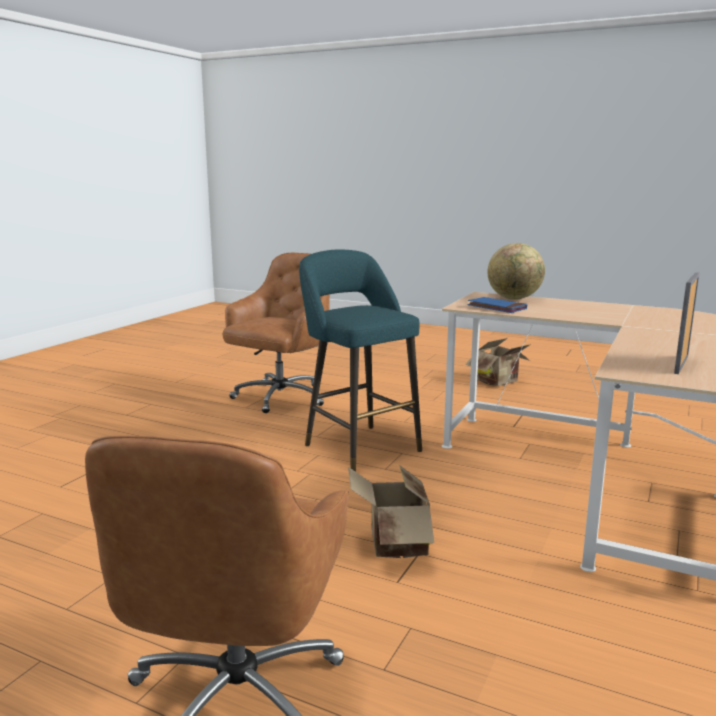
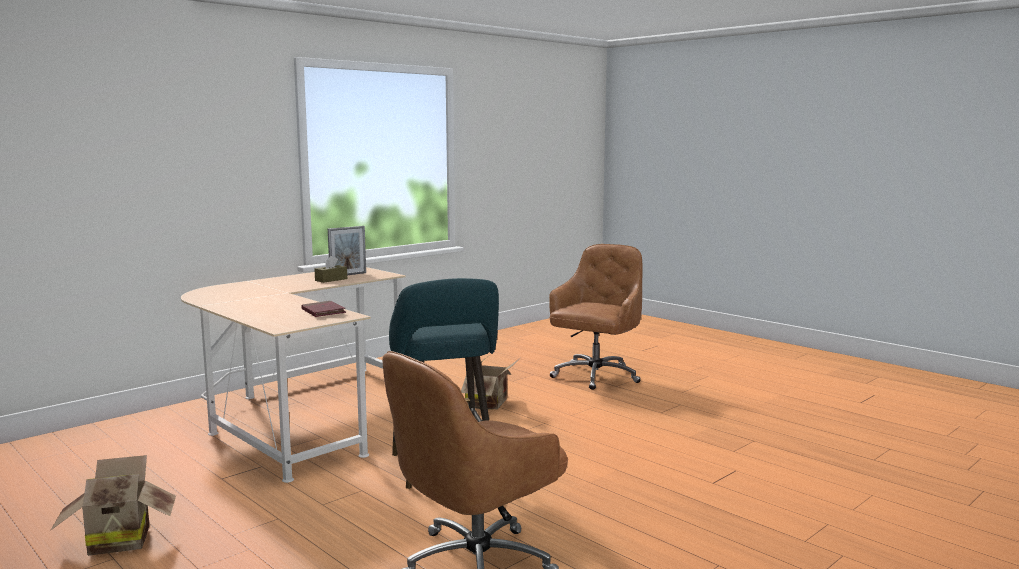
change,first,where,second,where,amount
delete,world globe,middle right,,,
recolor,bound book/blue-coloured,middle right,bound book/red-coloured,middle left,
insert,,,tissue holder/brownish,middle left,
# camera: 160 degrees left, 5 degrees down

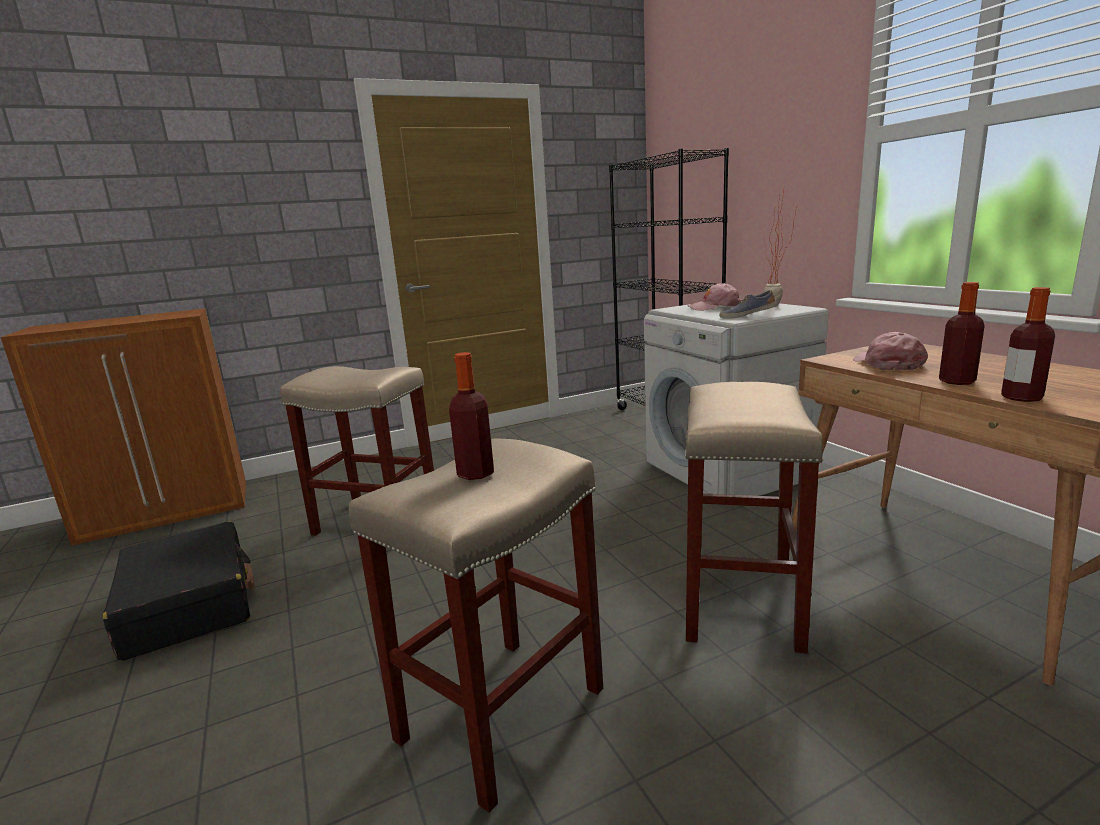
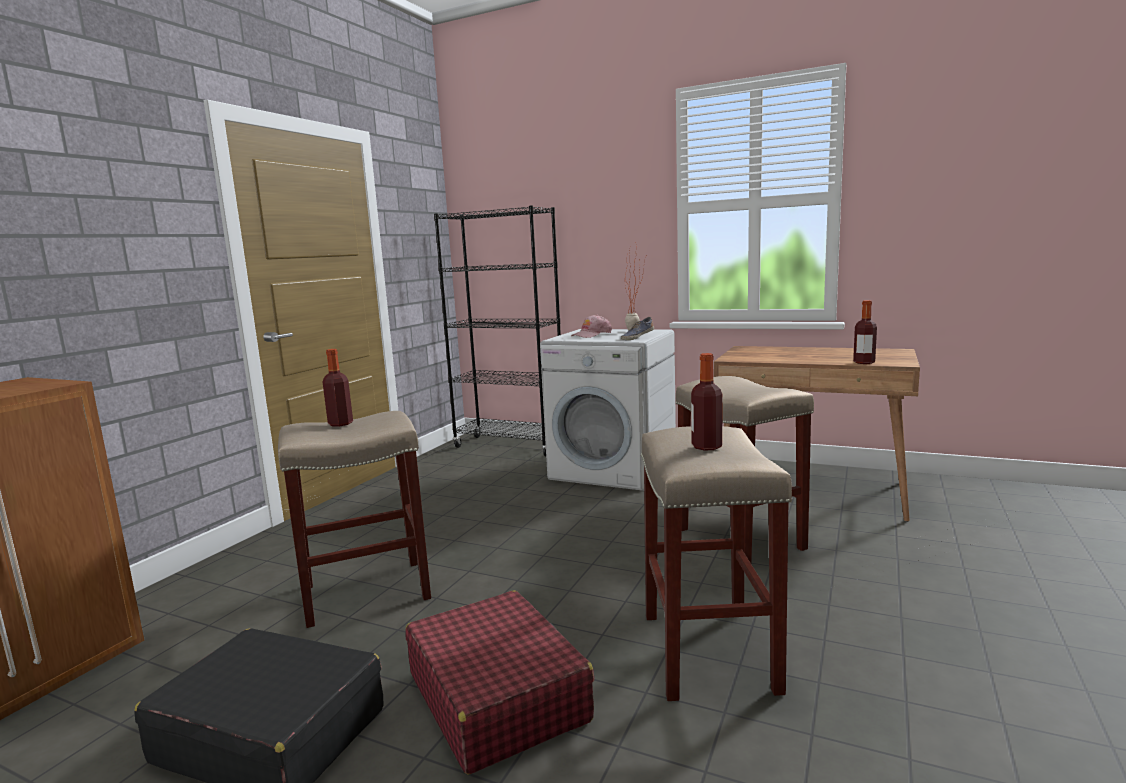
change,first,where,second,where,amount
move,drink bottle (2nd from left in the first image),middle right,drink bottle (1st from left),middle left,
delete,baseball cap/pink-coloured (2nd from left),middle right,,,
insert,,,suitcase/red-coloured,bottom centre,
# camera: 40 degrees left, 5 degrees down

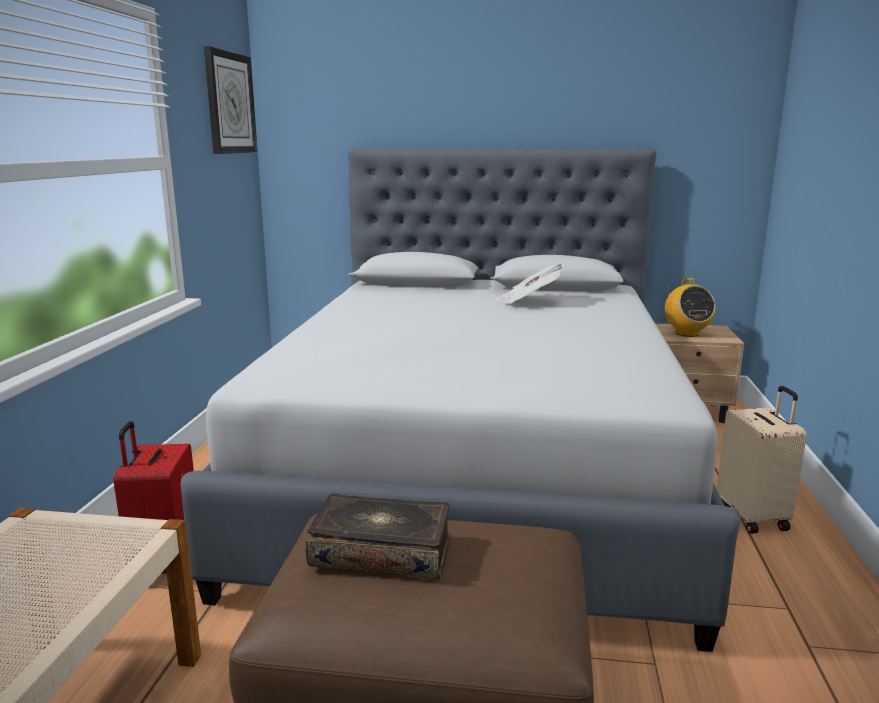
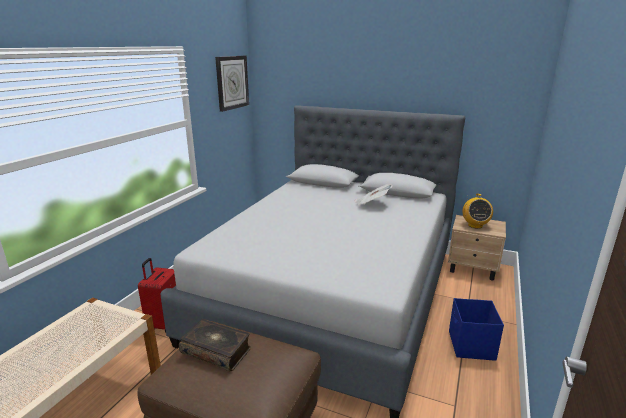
change,first,where,second,where,amount
replace,suitcase/beige-coloured,middle right,storage bin/blue-coloured,bottom right,
# camera: 15 degrees right, 5 degrees up

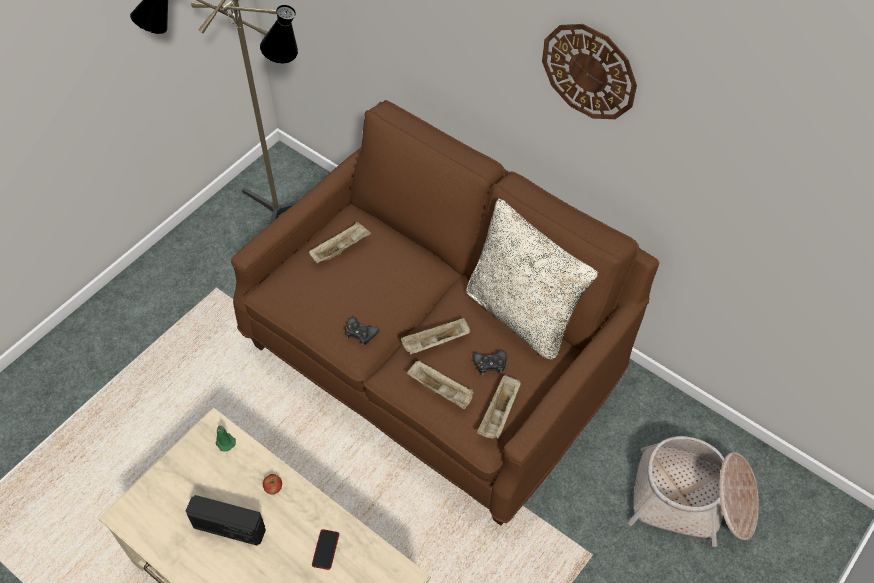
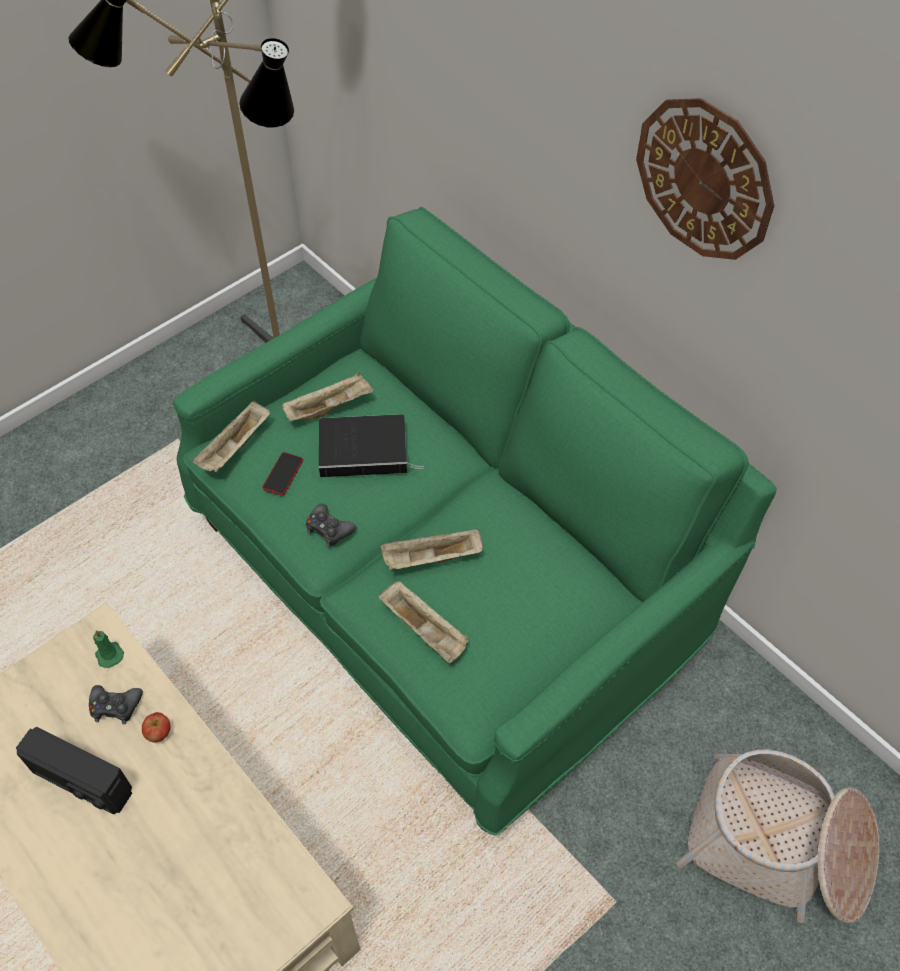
change,first,where,second,where,amount
recolor,sofa/brownish,centre,sofa/green,centre,
delete,throw pillow/beige-coloured,centre,,,
move,gamepad/black-coloured (2nd from left in the first image),centre,gamepad/black-coloured (1st from left),bottom left,
move,carrying tray/beige-coloured (4th from left in the first image),bottom centre,carrying tray/beige-coloured (1st from left),middle left,
move,telephone,bottom centre,,middle left,
insert,,,bound book,centre,
# camera: 10 degrees right, 0 degrees up

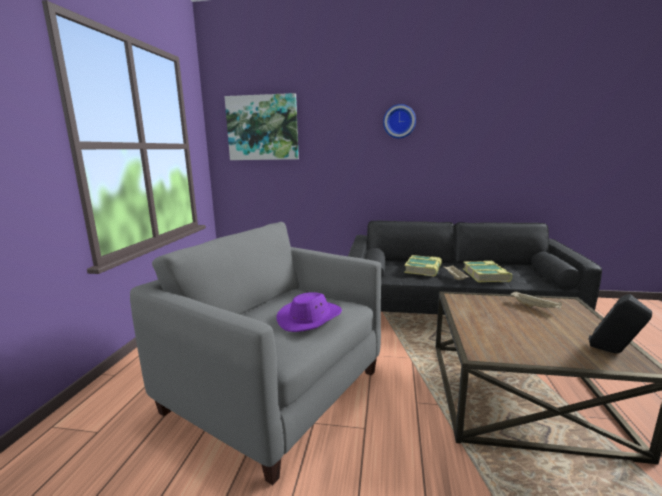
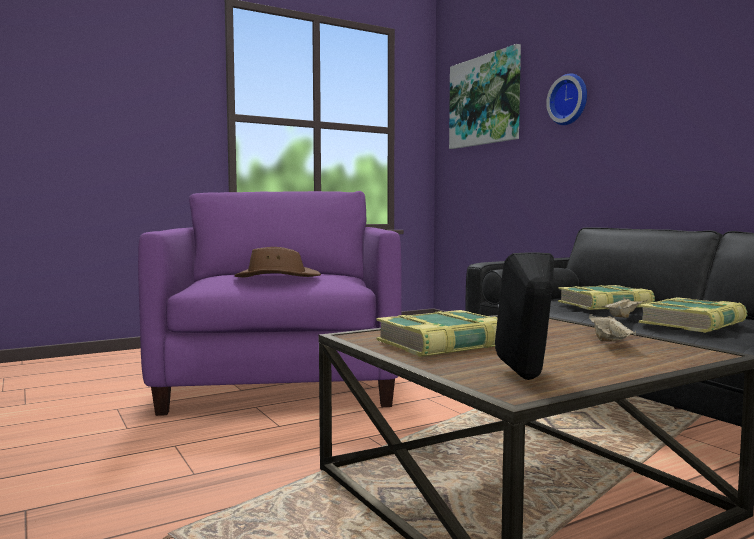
change,first,where,second,where,amount
move,wall clock,top centre,,top right,
recolor,armchair/greyish,bottom centre,armchair/purple-coloured,centre,
recolor,wearable hat/purple-coloured,centre,wearable hat/brownish,centre,
insert,,,bound book (1st from left),centre,
# camera: 50 degrees right, 10 degrees down

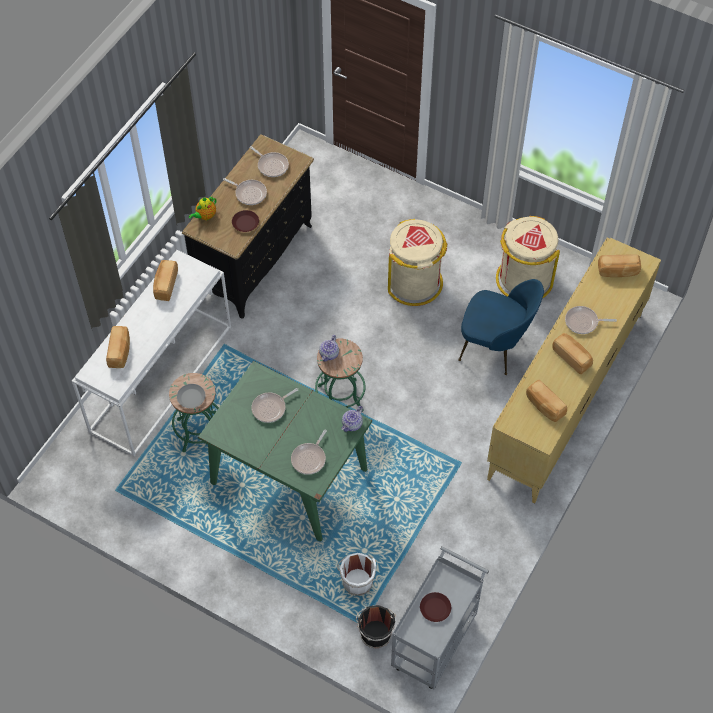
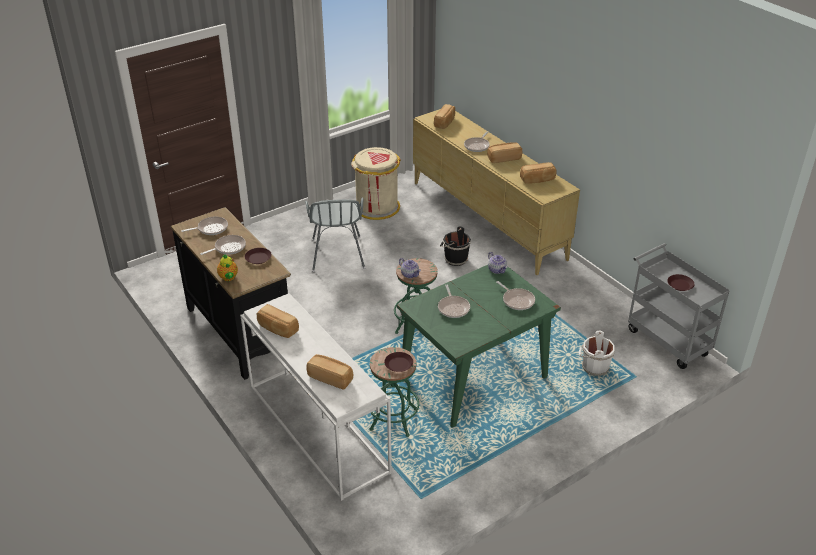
change,first,where,second,where,amount
replace,rubbish bin/beige-coloured (1st from left),centre,upright chair/greyish,centre,
delete,upright chair/blue-coloured,middle right,,,
recolor,plate/greyish,middle left,plate/brownish (2nd from left),centre,
move,water bucket/black-coloured,bottom centre,,centre,
# camera: 65 degrees left, 20 degrees down

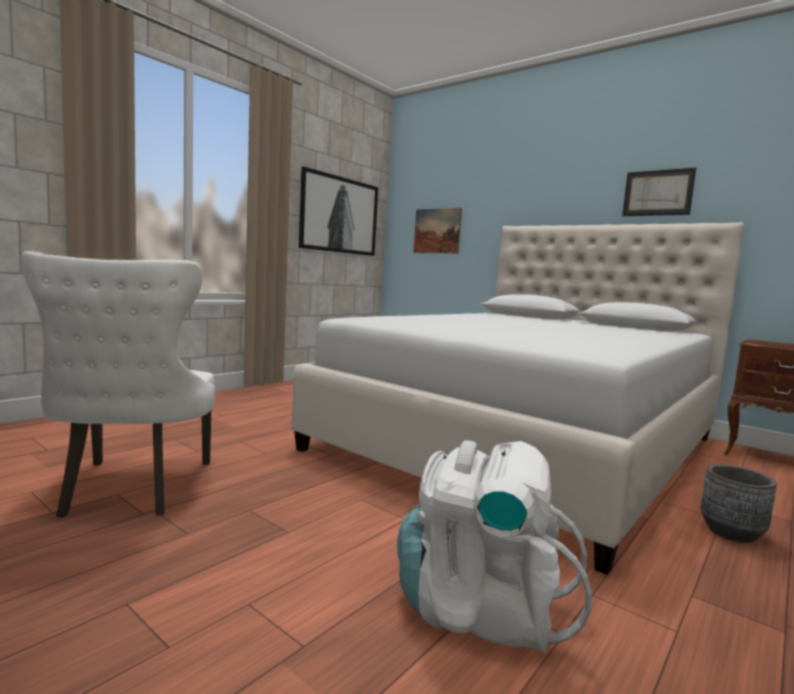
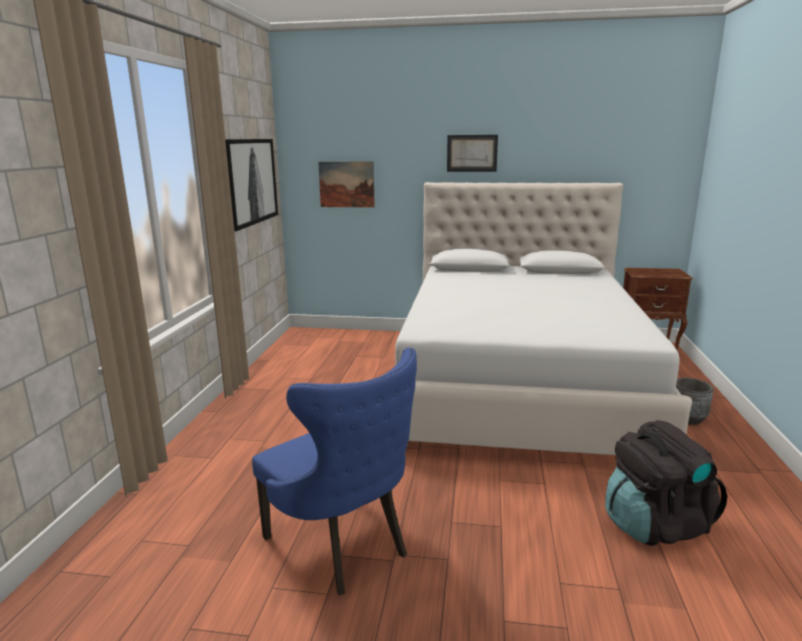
change,first,where,second,where,amount
move,picture (3rd from left),top right,,top centre,
recolor,upright chair/white,middle left,upright chair/blue-coloured,bottom centre,
recolor,rucksack/white,bottom centre,rucksack/black-coloured,bottom right,
# camera: 30 degrees left, 10 degrees up

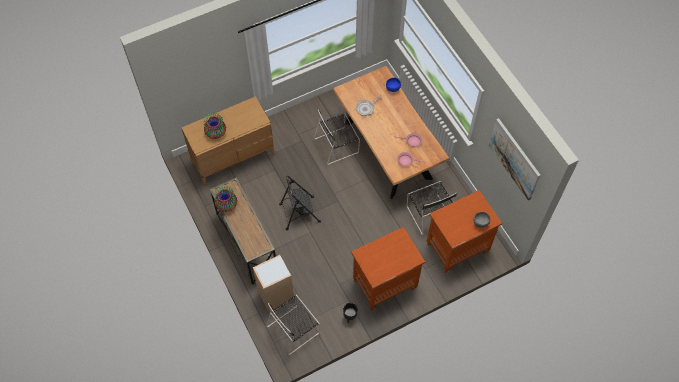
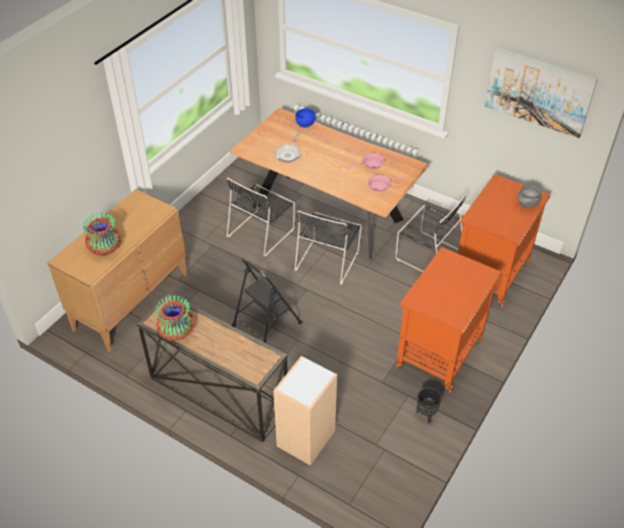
change,first,where,second,where,amount
move,upright chair/black-coloured (1st from left in the first image),bottom centre,upright chair/black-coloured (2nd from left),centre,
# camera: 30 degrees left, 15 degrees down

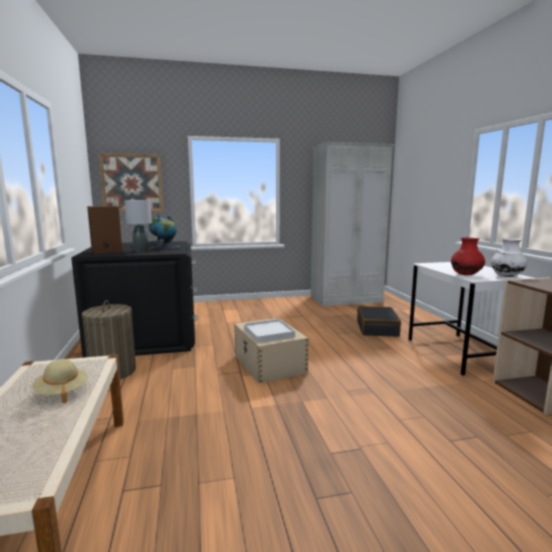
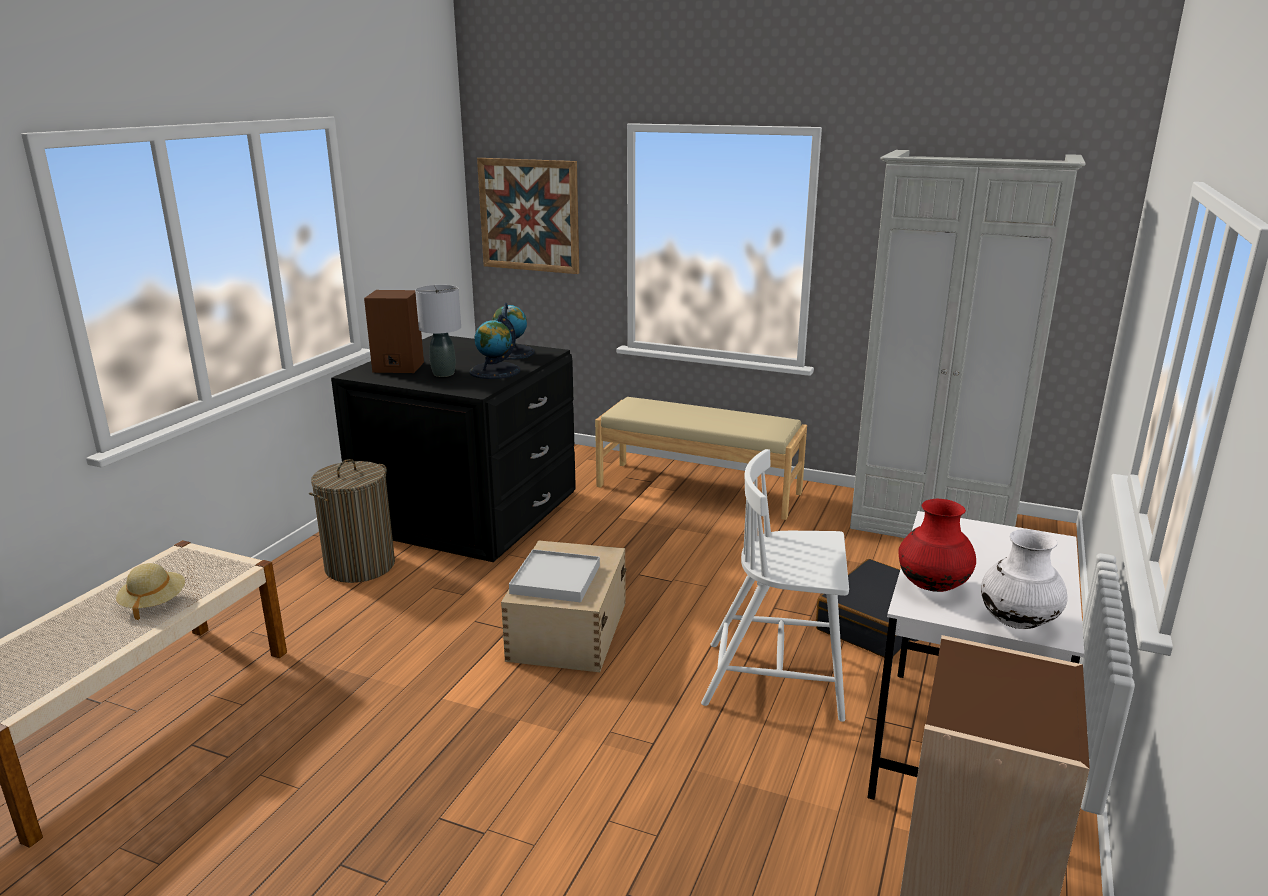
change,first,where,second,where,amount
insert,,,bench/beige-coloured (2nd from left),centre,
insert,,,upright chair/white,centre,
# camera: 35 degrees right, 10 degrees up

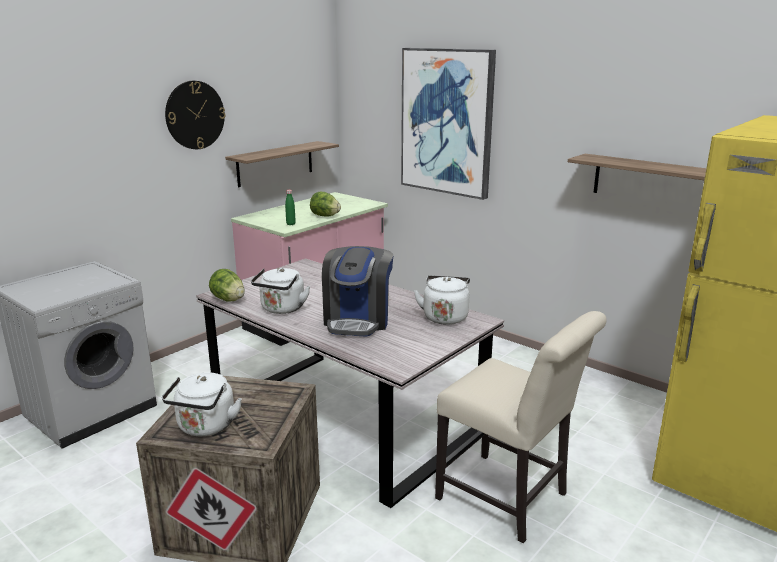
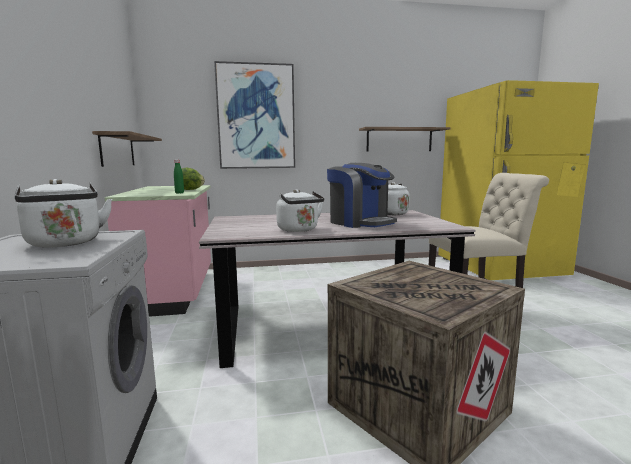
change,first,where,second,where,amount
delete,wall clock,top left,,,
delete,lettuce (1st from left),middle left,,,
move,kettle/white (1st from left),bottom left,,middle left,
# camera: 50 degrees left, 10 degrees down

